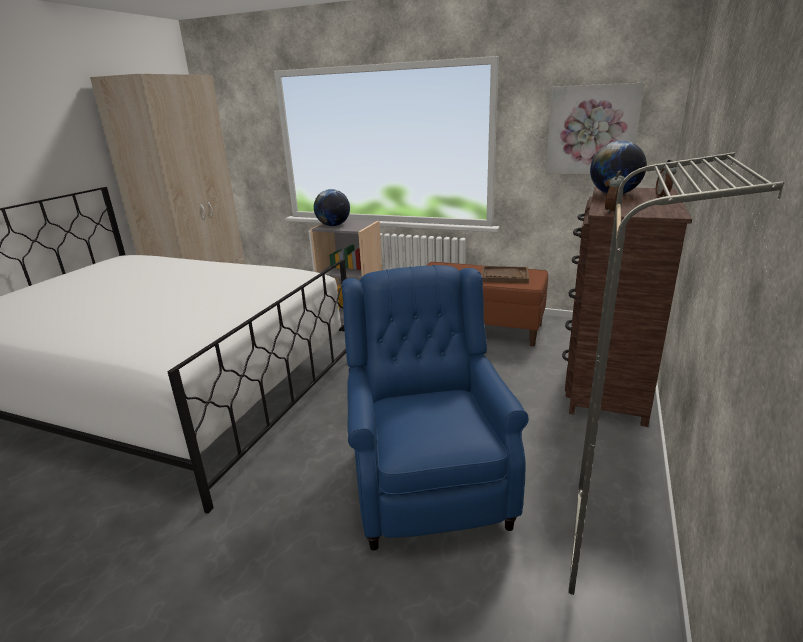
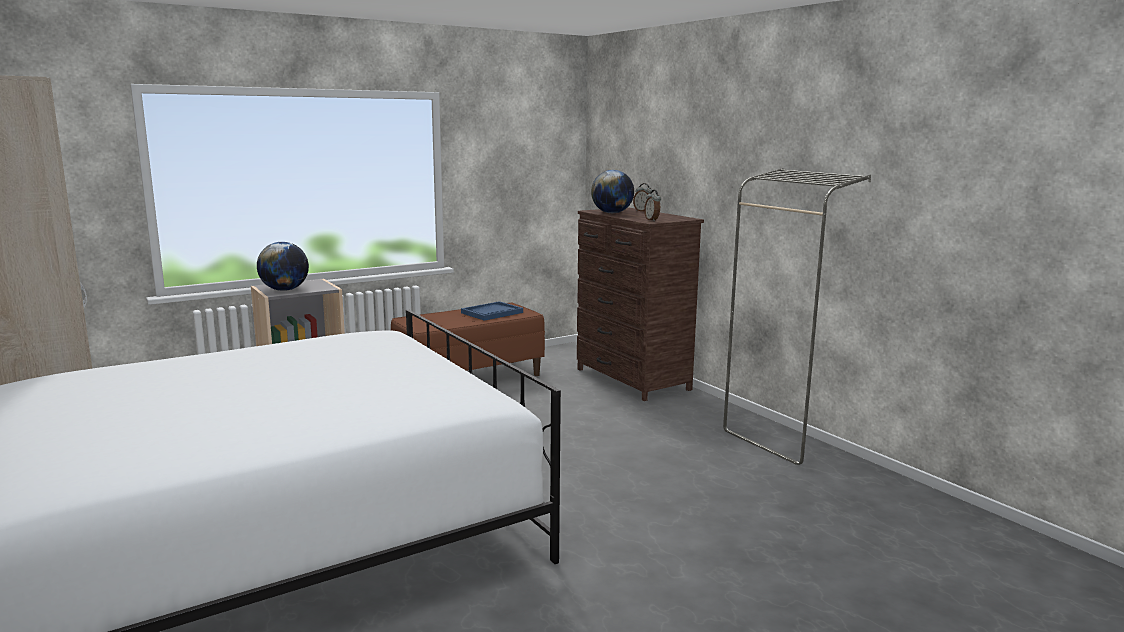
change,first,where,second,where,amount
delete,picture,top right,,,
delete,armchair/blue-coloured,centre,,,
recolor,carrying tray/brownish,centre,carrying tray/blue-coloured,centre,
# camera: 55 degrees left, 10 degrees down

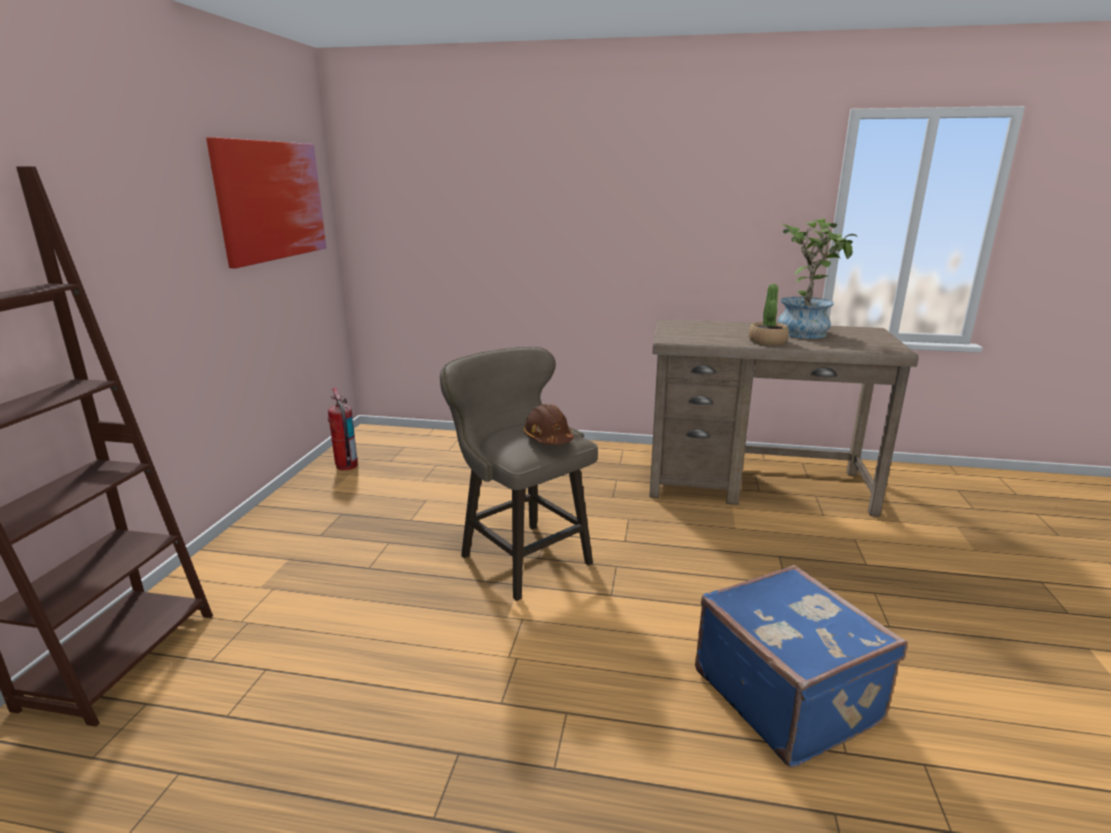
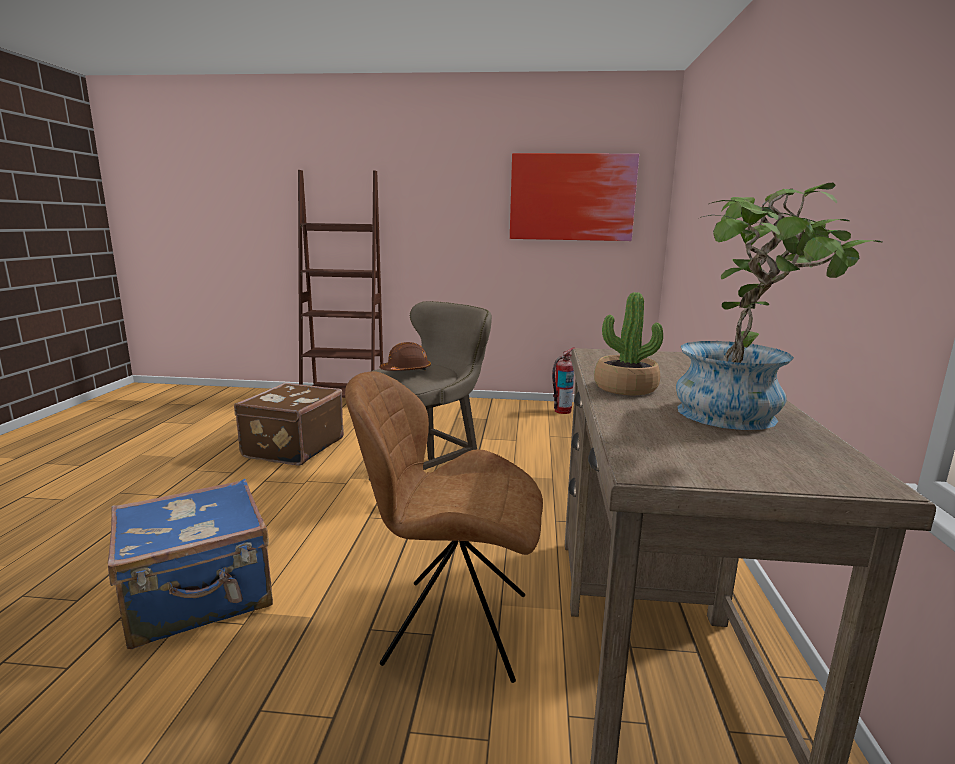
change,first,where,second,where,amount
insert,,,upright chair/brownish,bottom centre,
insert,,,suitcase/brownish,middle left,
# camera: 85 degrees right, 5 degrees down

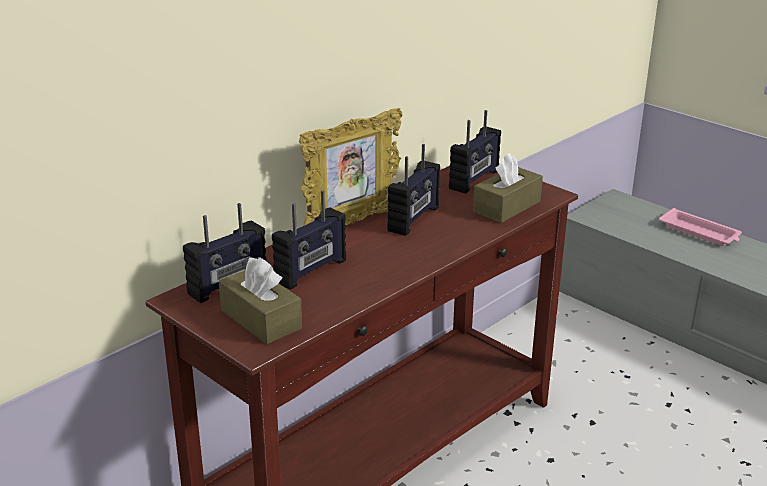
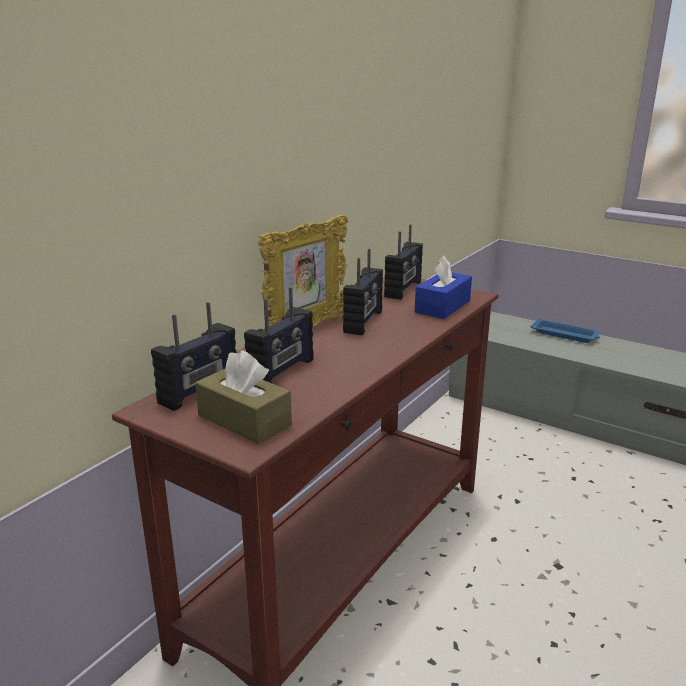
change,first,where,second,where,amount
recolor,tissue holder/brownish (2nd from left),centre,tissue holder/blue-coloured,centre,
recolor,carrying tray/pink-coloured,middle right,carrying tray/blue-coloured,middle right,
# camera: 10 degrees left, 5 degrees down

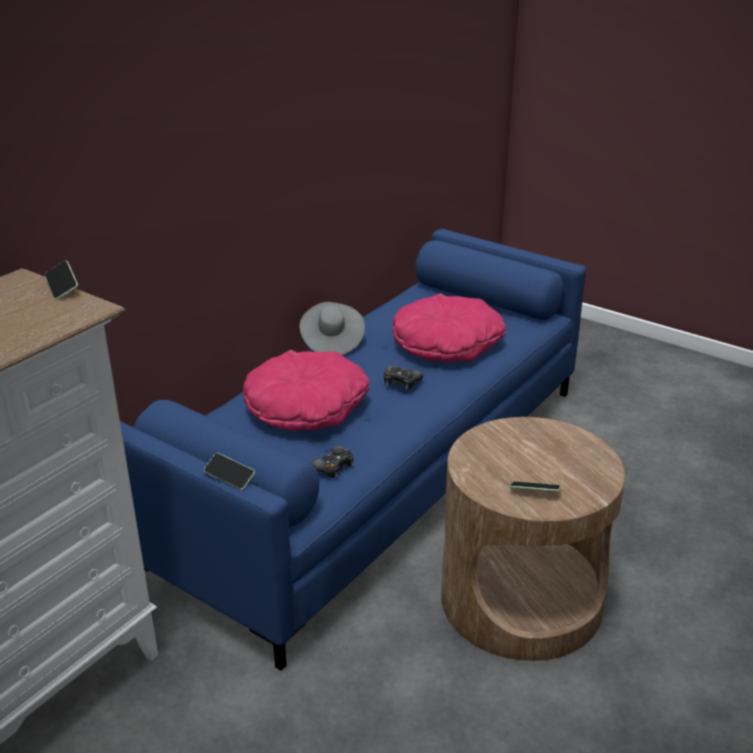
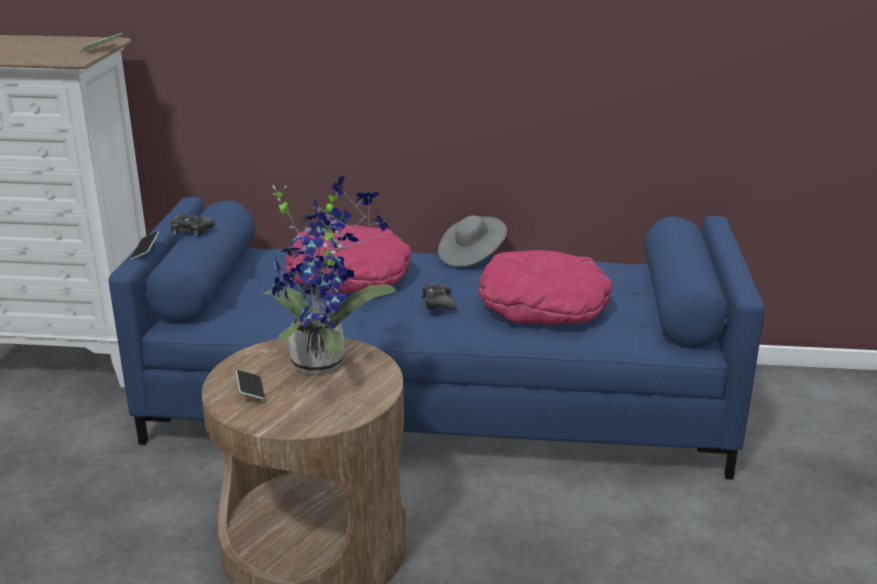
change,first,where,second,where,amount
move,gamepad/black-coloured (1st from left),centre,,middle left,
insert,,,houseplant,centre,
# camera: 60 degrees right, 5 degrees down

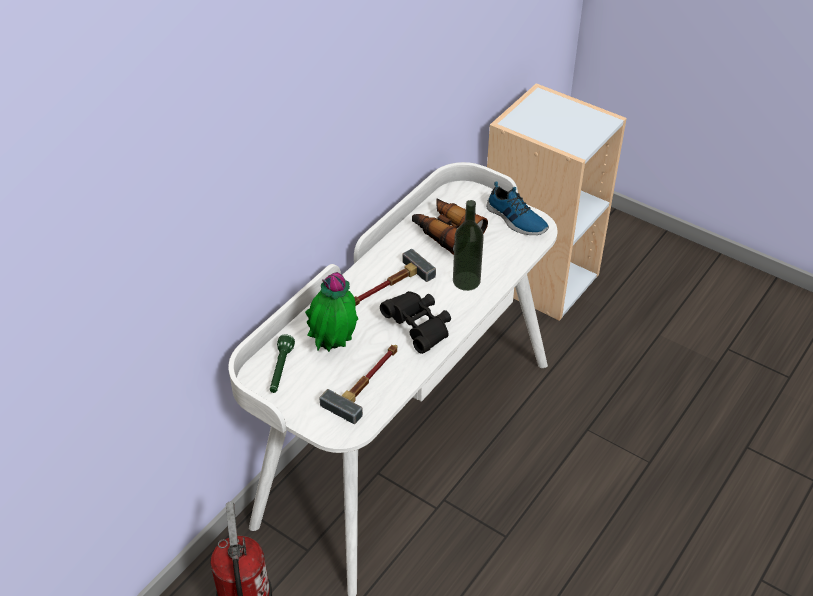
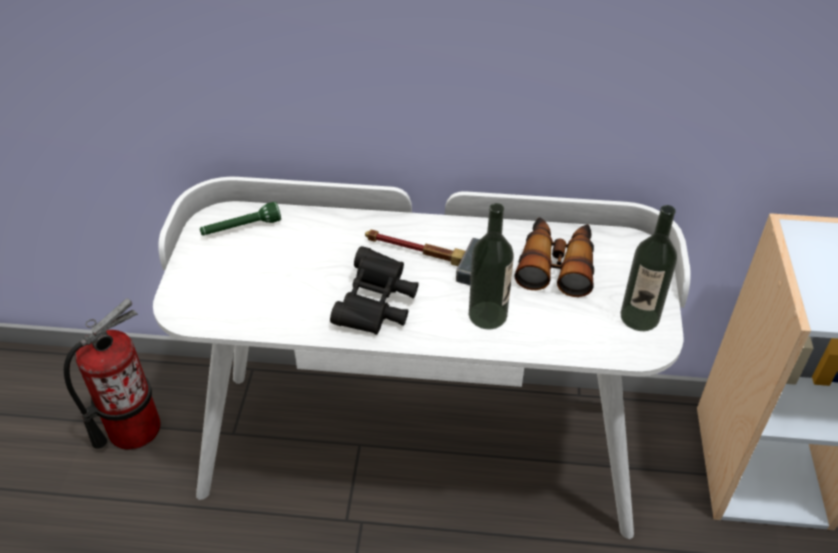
change,first,where,second,where,amount
replace,low shoe,centre,drink bottle (2nd from left),middle right,
delete,houseplant,centre,,,
delete,tool hammer (1st from left),centre,,,
# camera: 60 degrees right, 0 degrees up

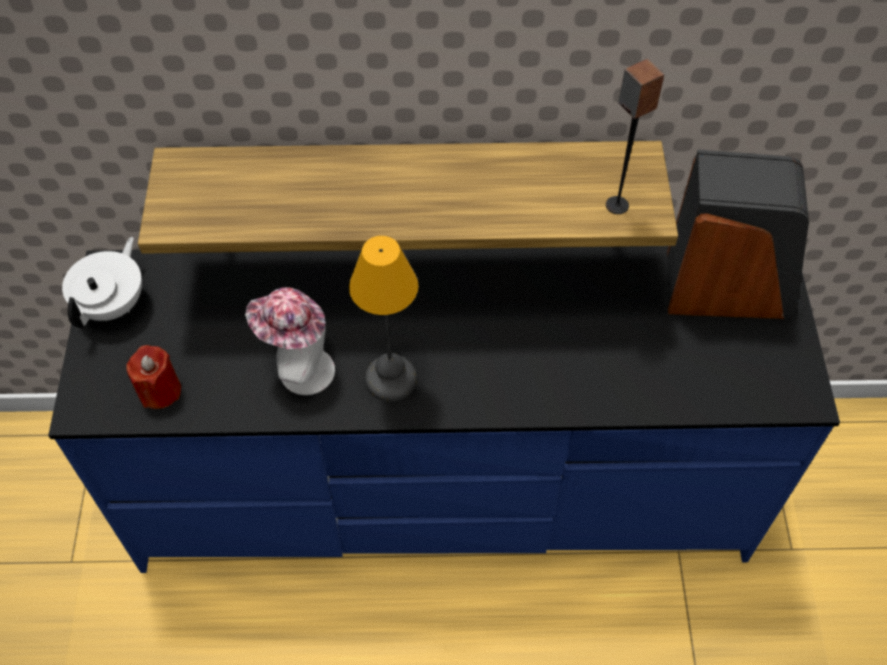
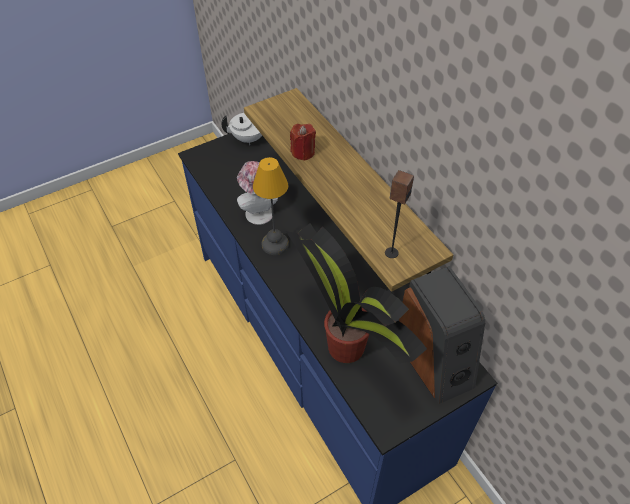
change,first,where,second,where,amount
move,candle/red-coloured,middle left,,top centre,
insert,,,houseplant,centre,
# camera: 60 degrees right, 5 degrees down

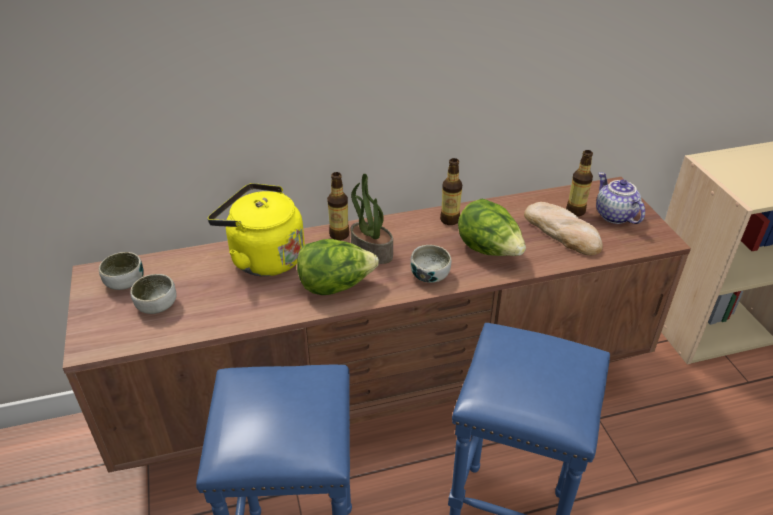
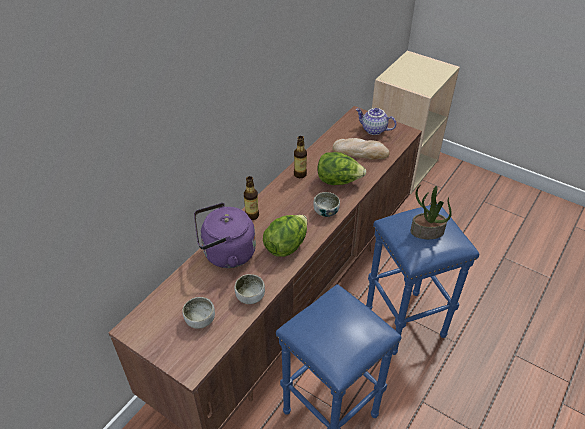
change,first,where,second,where,amount
delete,drink bottle (3rd from left),middle right,,,
move,houseplant,centre,,middle right,
recolor,kettle/yellowish,middle left,kettle/purple-coloured,centre,
move,bowl (1st from left in the first image),middle left,bowl (2nd from left),bottom centre,
# camera: 40 degrees left, 5 degrees up

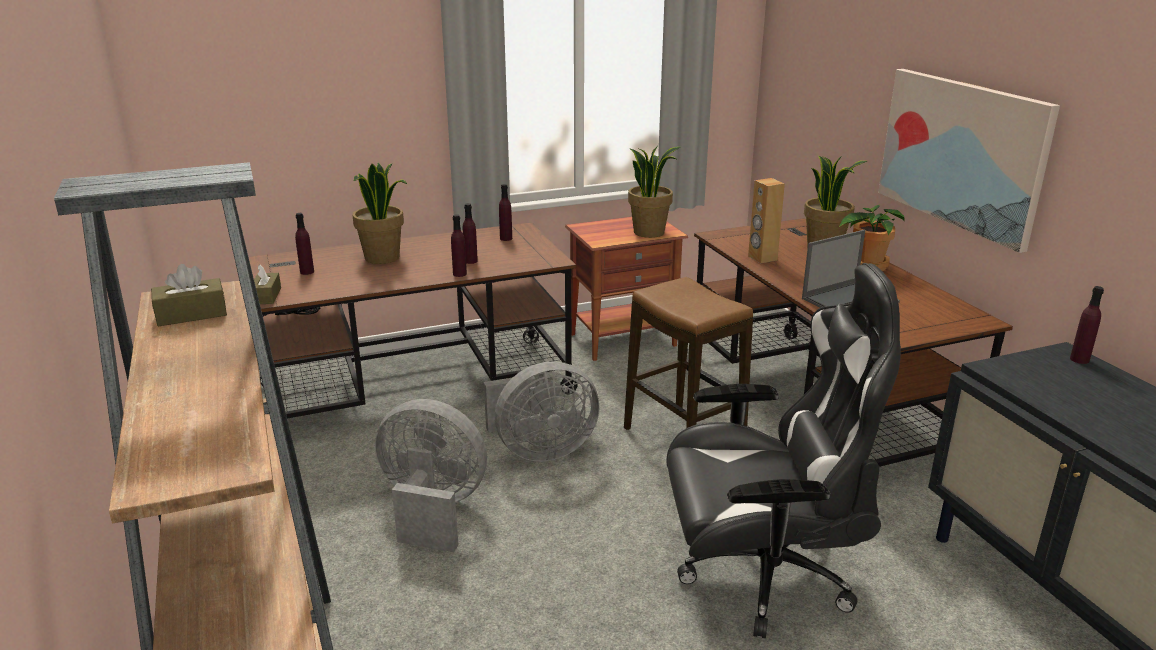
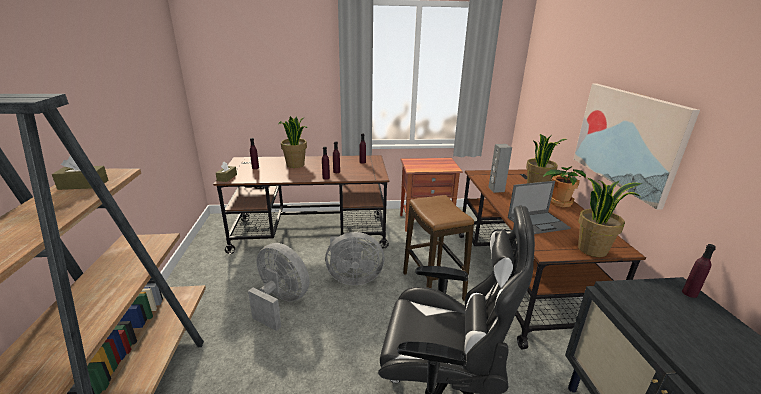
change,first,where,second,where,amount
move,houseplant (2nd from left in the first image),top centre,houseplant (4th from left),middle right,
recolor,audio speaker/brownish,centre,audio speaker/greyish,centre,
# camera: 15 degrees right, 0 degrees up

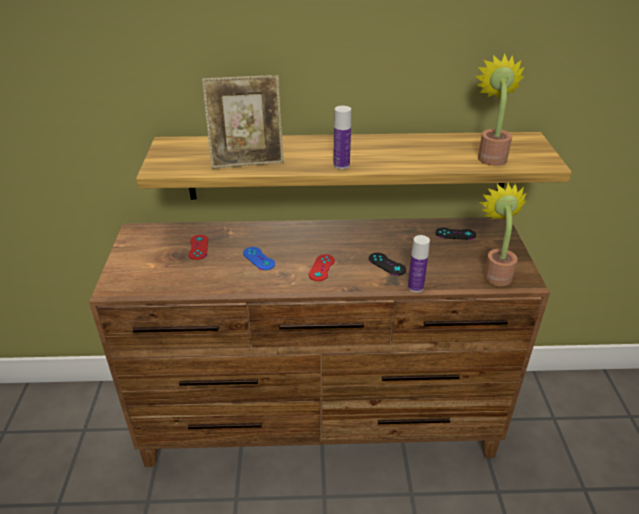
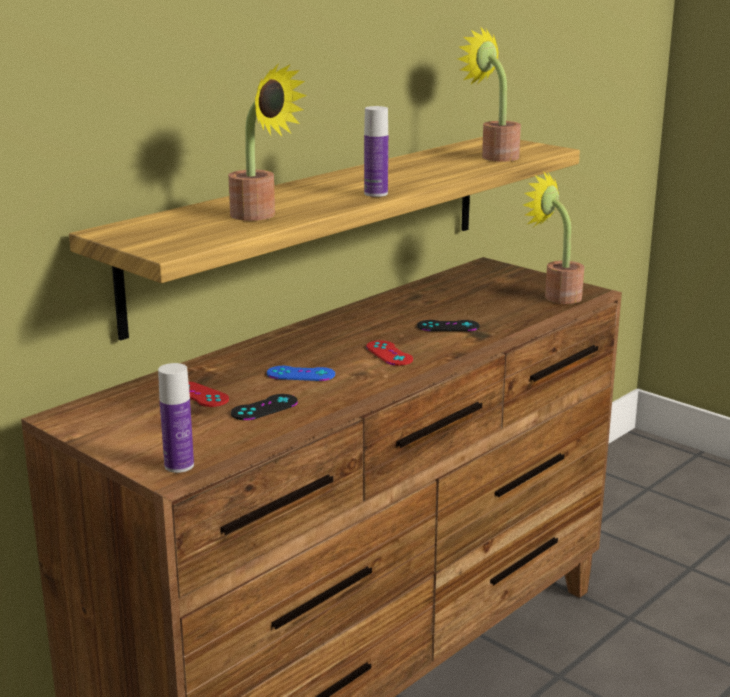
change,first,where,second,where,amount
replace,photo frame,top centre,houseplant (1st from left),top centre,
move,gamepad/black-coloured (2nd from left in the first image),middle right,gamepad/black-coloured (1st from left),centre,
move,drink bottle (2nd from left in the first image),centre,drink bottle (1st from left),middle left,
# camera: 45 degrees left, 15 degrees down

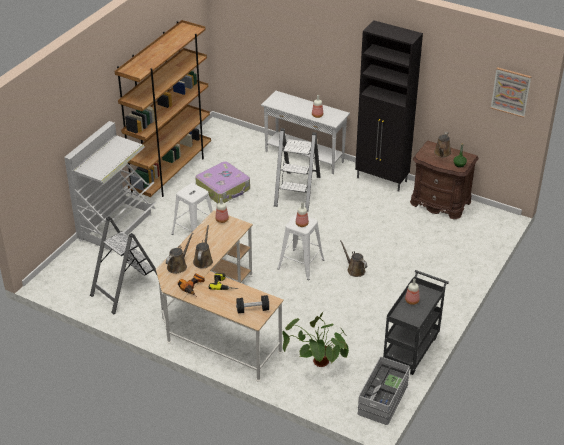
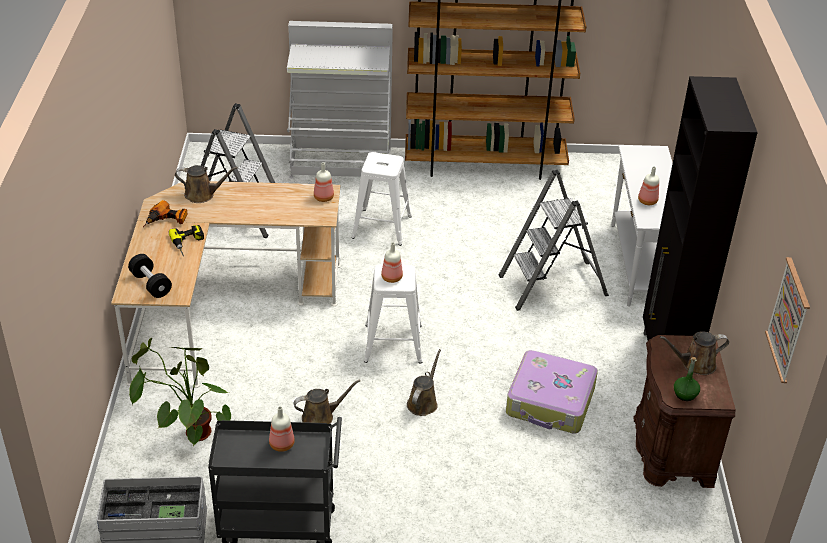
change,first,where,second,where,amount
move,suitcase,centre,,bottom right,
move,watering pot/brownish (2nd from left),centre,,bottom centre,
# camera: 60 degrees right, 0 degrees up

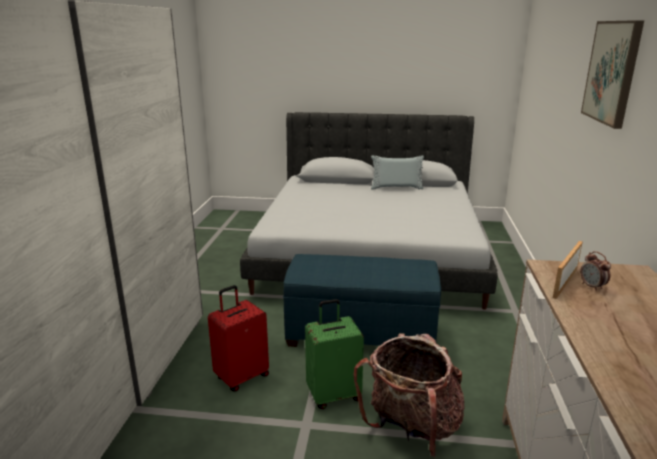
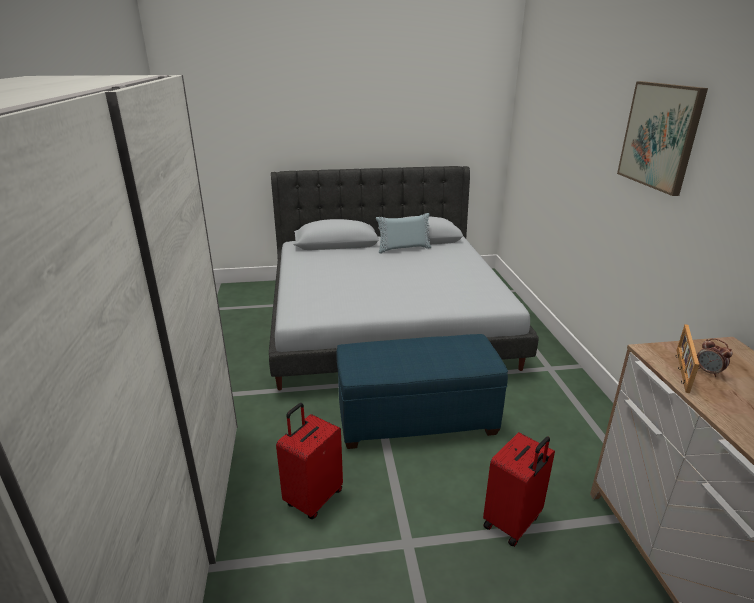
change,first,where,second,where,amount
delete,suitcase/green,bottom centre,,,
replace,rucksack,bottom centre,suitcase/red-coloured (2nd from left),bottom right,
# camera: 15 degrees left, 5 degrees up

